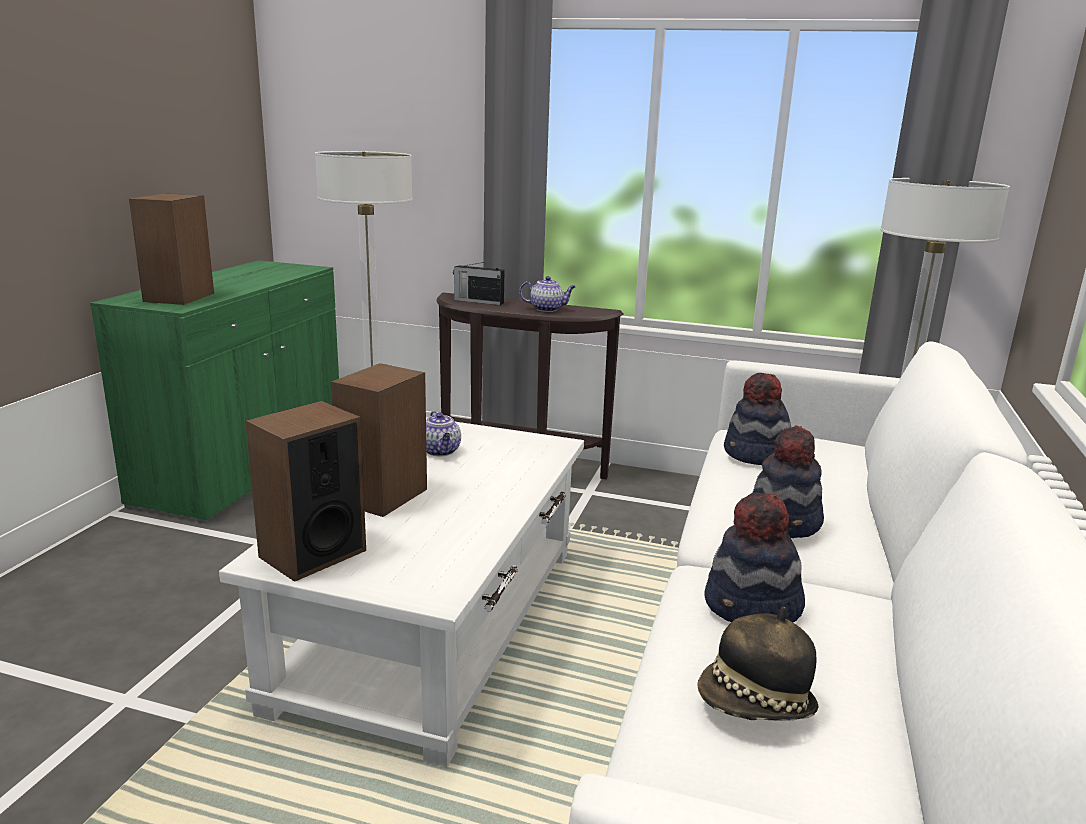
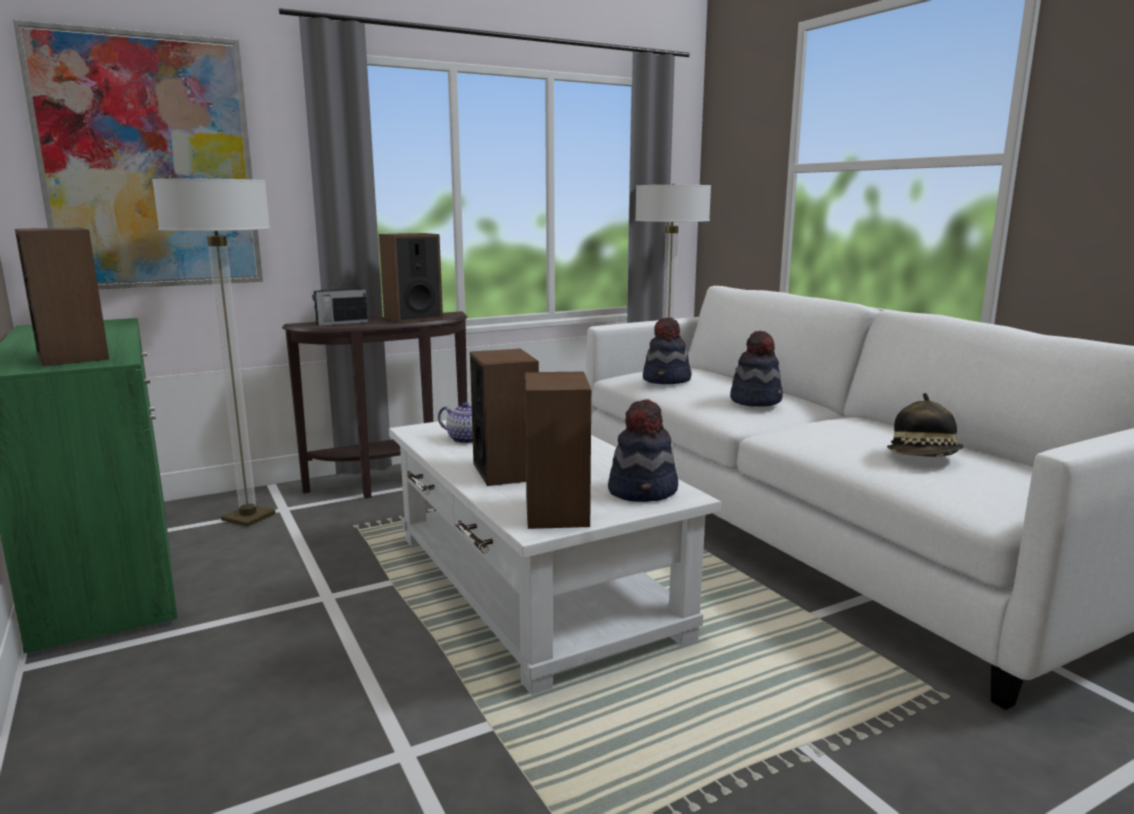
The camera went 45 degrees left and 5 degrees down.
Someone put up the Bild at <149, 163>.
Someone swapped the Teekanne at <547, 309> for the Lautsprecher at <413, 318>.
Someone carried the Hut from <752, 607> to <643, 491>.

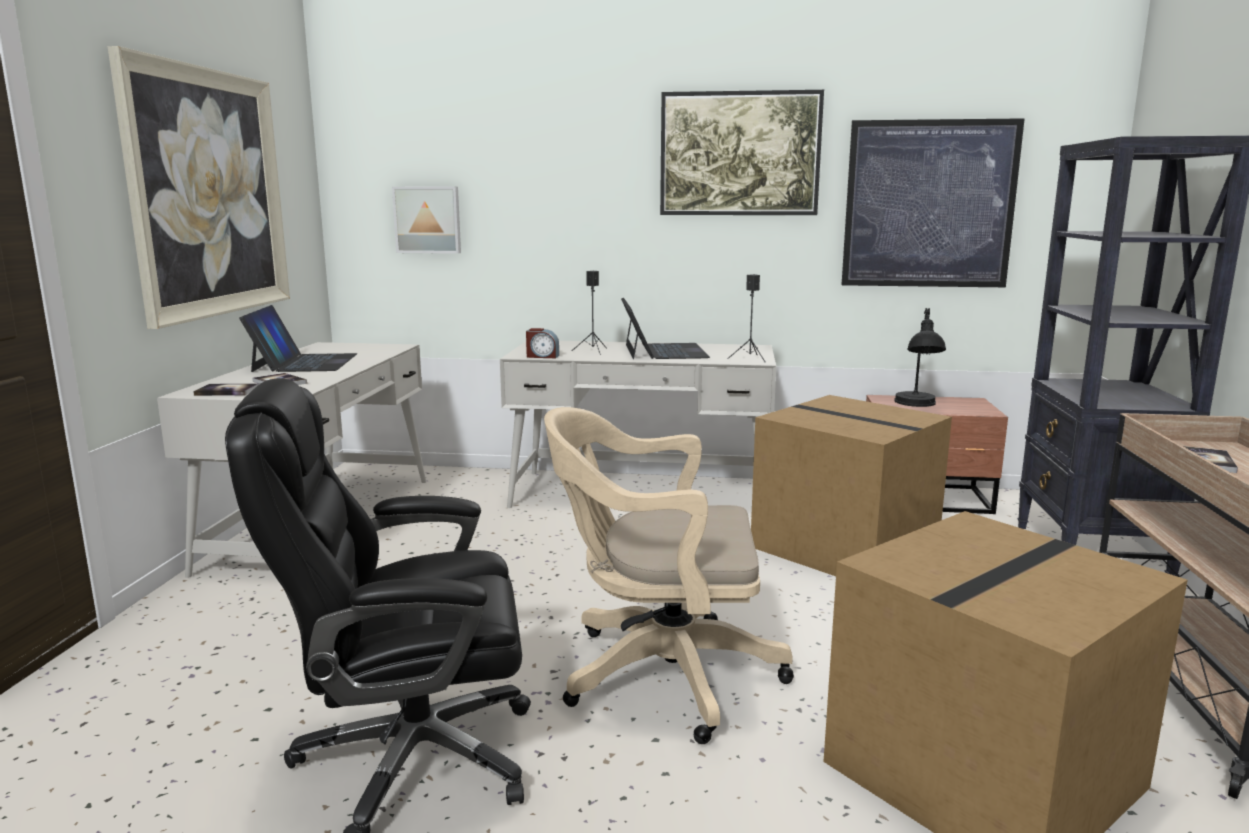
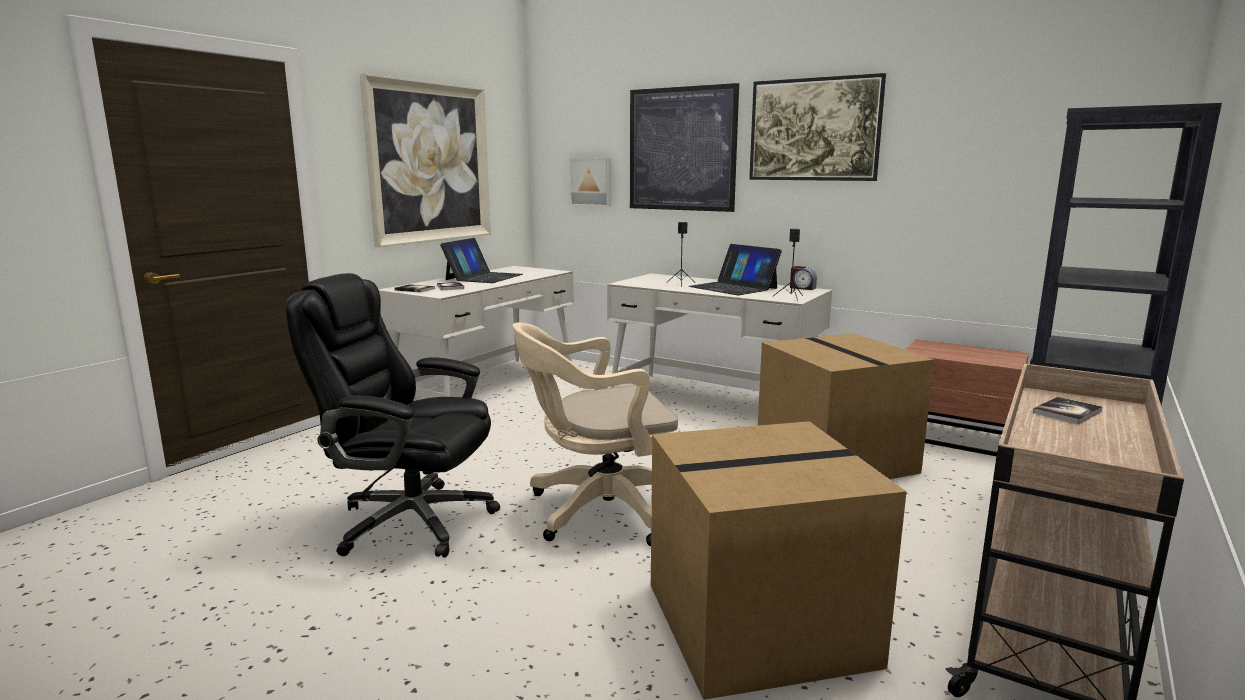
The camera went 25 degrees right and 0 degrees up.
Someone rotated the Bürostuhl/beige at <658, 674> by 45 degrees counterclockwise.
Someone carried the Bild from <929, 204> to <681, 149>.
Someone rotated the Laptop at <663, 351> by 120 degrees clockwise.
Someone carried the Wecker from <542, 356> to <802, 288>.
Someone took away the Tischlampe/schwarz at <917, 406>.

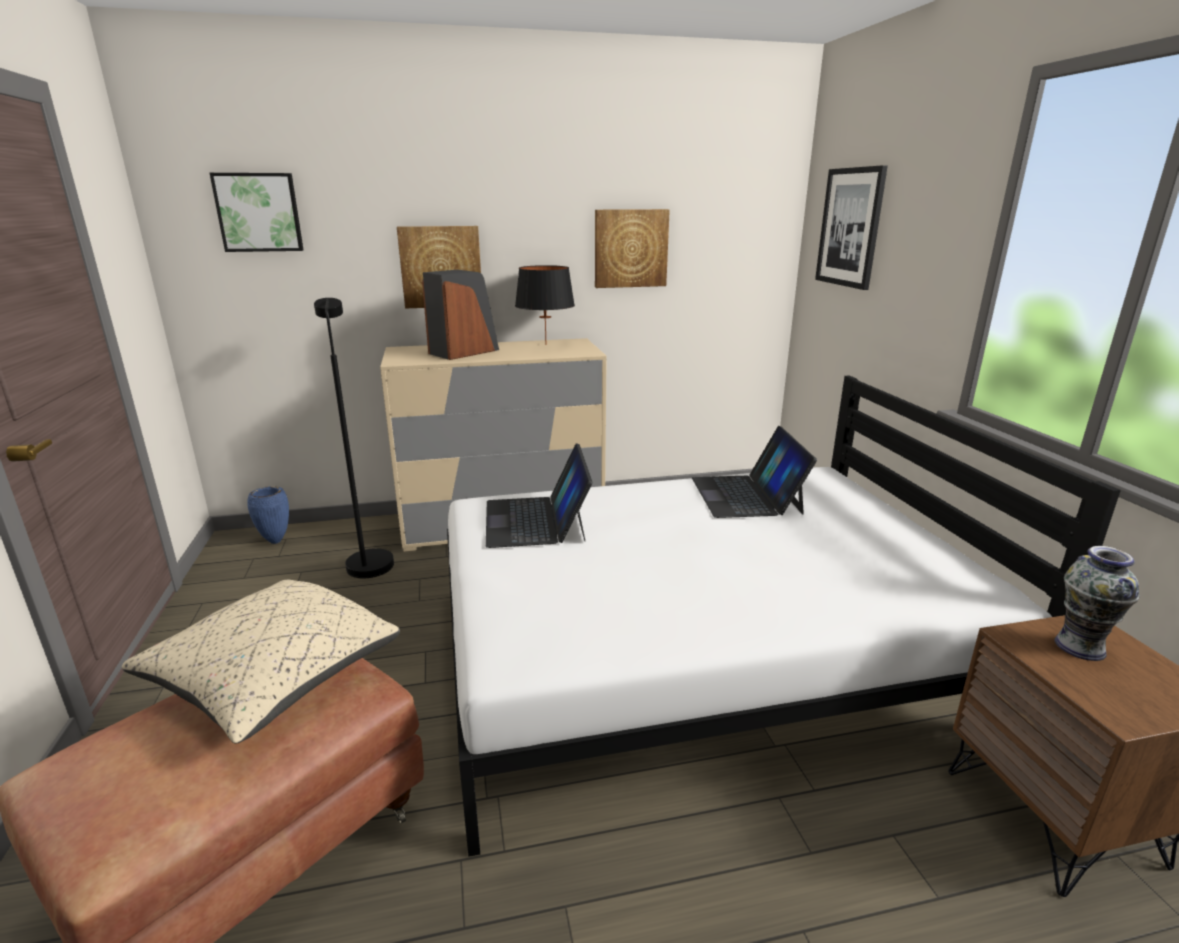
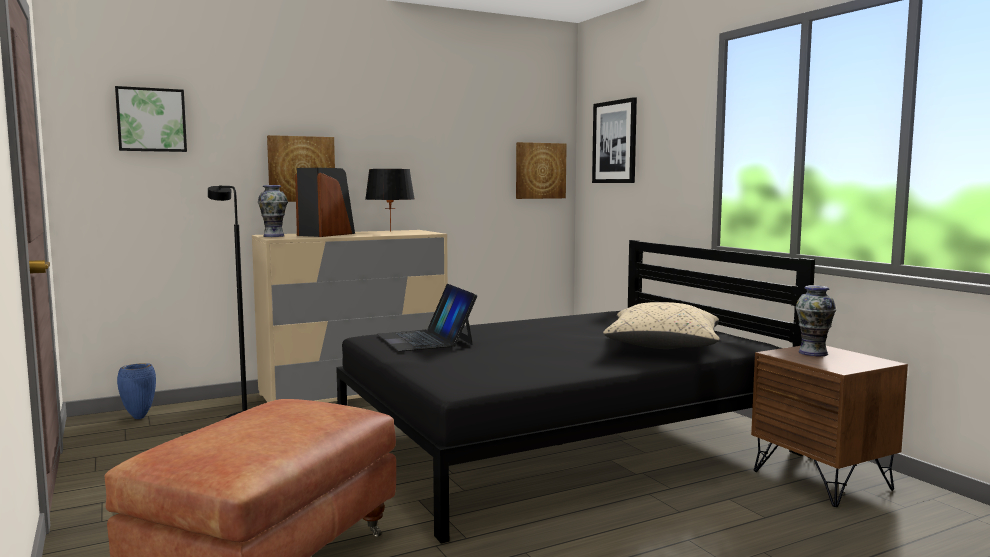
The camera went 15 degrees left and 15 degrees down.
Someone put down the Vase at <273, 236>.
Someone repainted the Bett/weiß at <699, 659>, which became the Bett/schwarz at <561, 443>.
Someone carried the Bild from <630, 248> to <540, 170>.
Someone carried the Kissen/beige from <274, 679> to <663, 348>.
Someone took away the Laptop at <747, 495>.

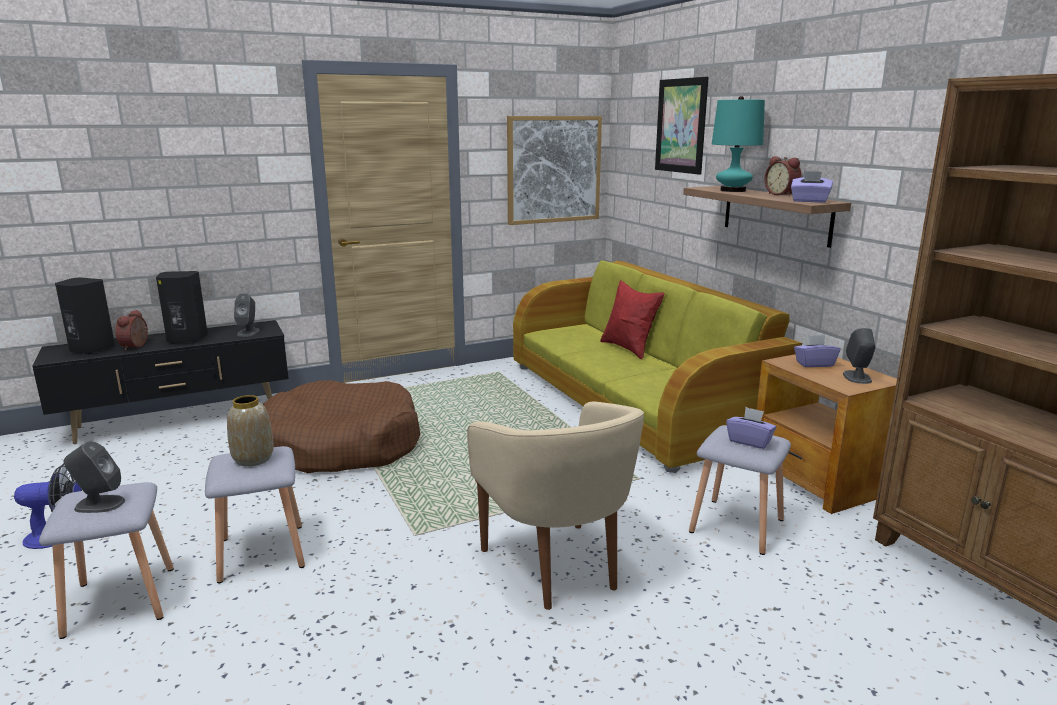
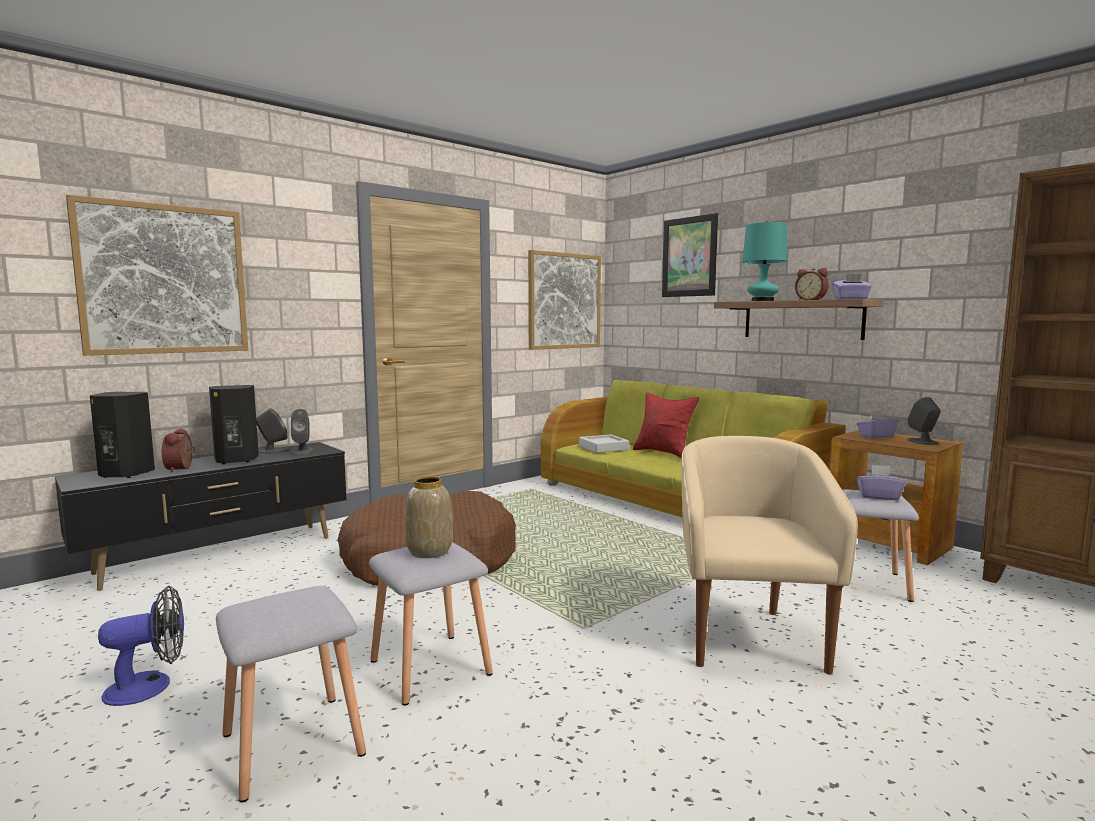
The camera went 15 degrees left and 10 degrees down.
Someone put up the Bild at <164, 279>.
Someone carried the Lautsprecher/grau from <99, 504> to <273, 451>.
Someone put down the Tablett/grau at <603, 447>.
Someone rotated the Sessel/beige at <556, 567> by 135 degrees counterclockwise.

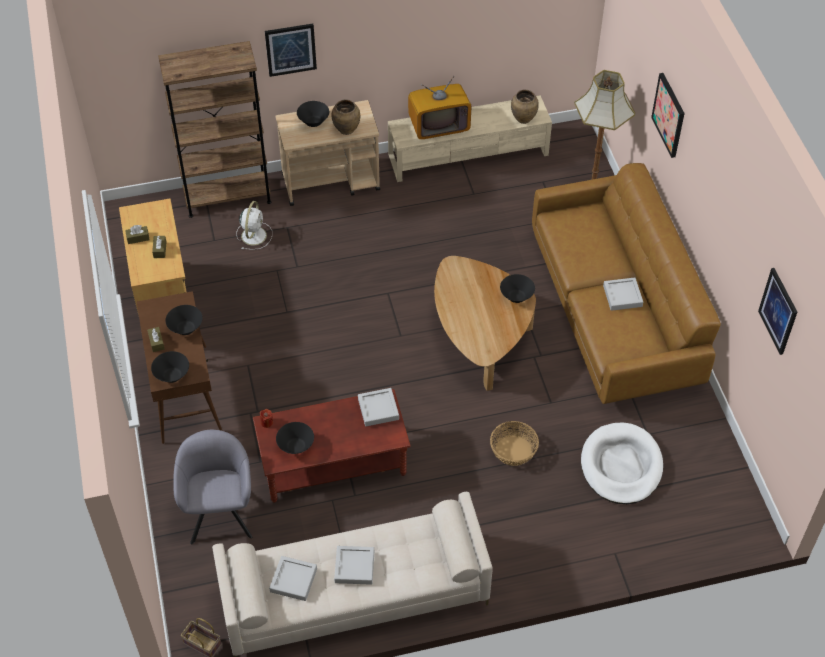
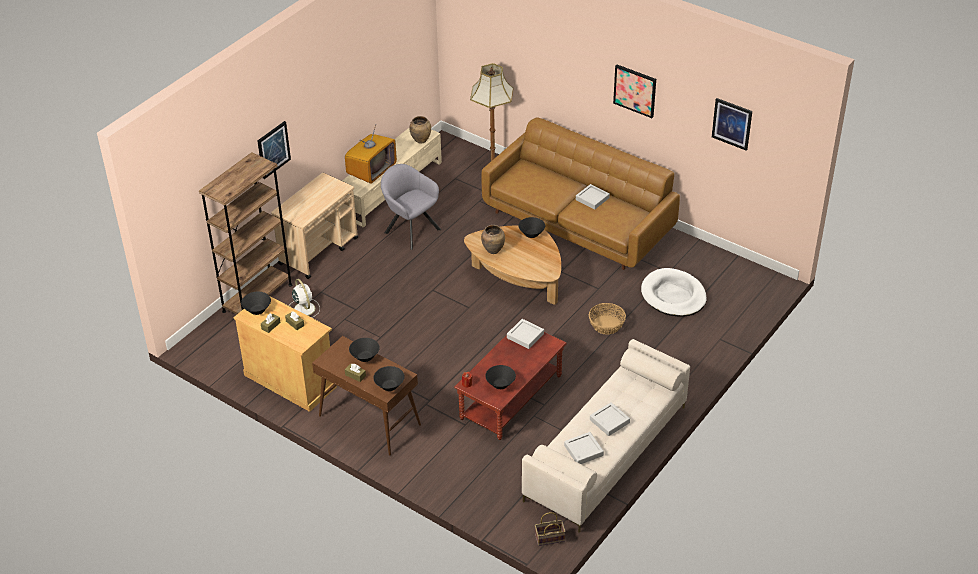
The camera went 40 degrees left and 10 degrees down.
Someone carried the Schüssel/schwarz from <313, 122> to <257, 310>.
Someone carried the Sessel/grau from <220, 512> to <410, 229>.
Someone carried the Vase/braun from <347, 130> to <493, 250>.
Someone carried the Bild from <669, 115> to <635, 90>.

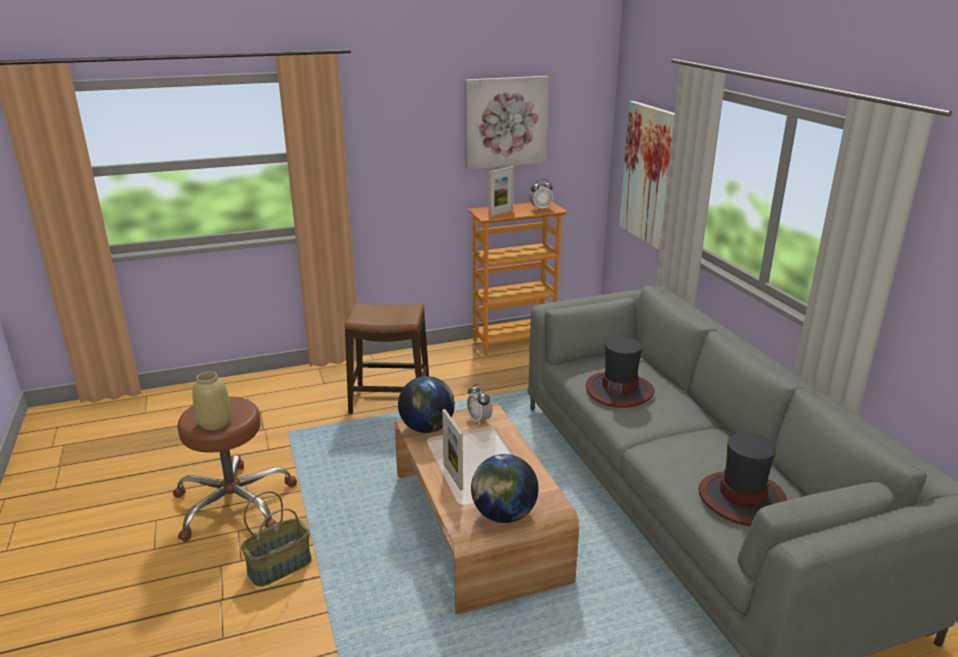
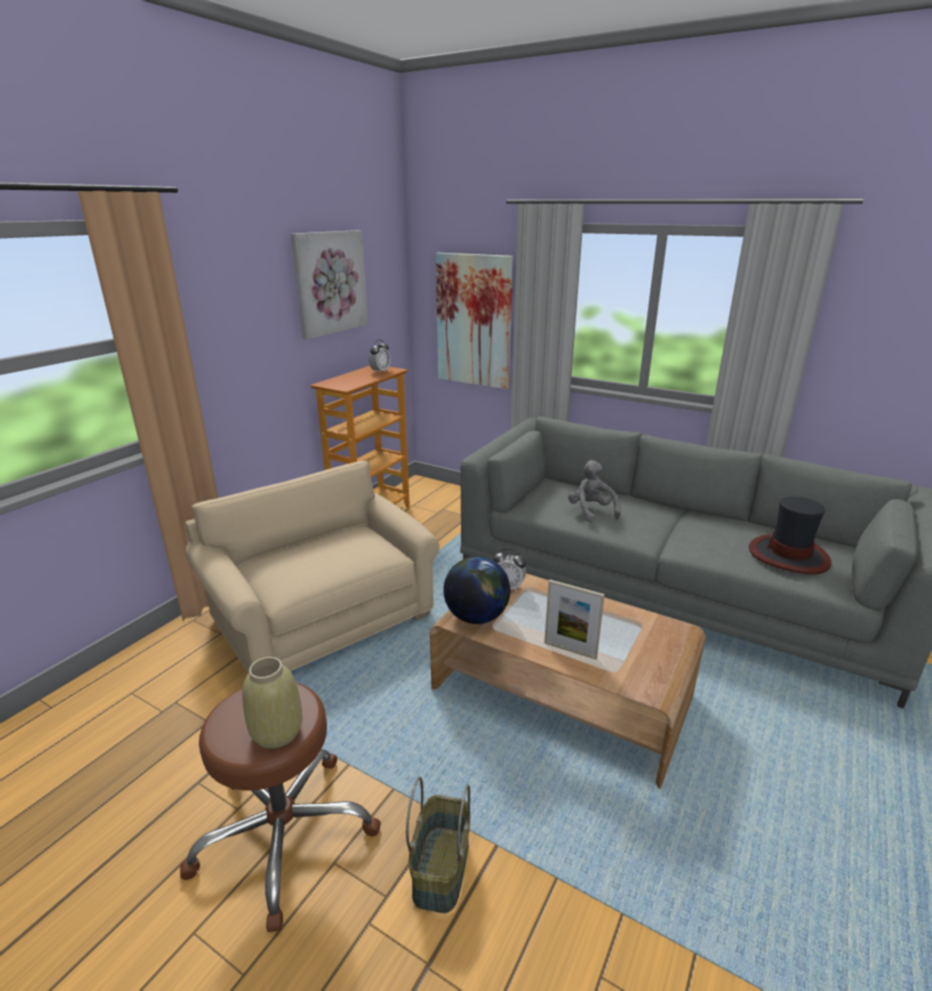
The camera went 40 degrees left and 0 degrees up.
Someone swapped the Hocker at <390, 401> for the Sessel/beige at <323, 618>.
Someone swapped the Hut at <619, 390> for the Plüschtier/grau at <591, 511>.
Someone took away the Globus at <503, 515>.
Someone took away the Bilderrahmen at <500, 213>.

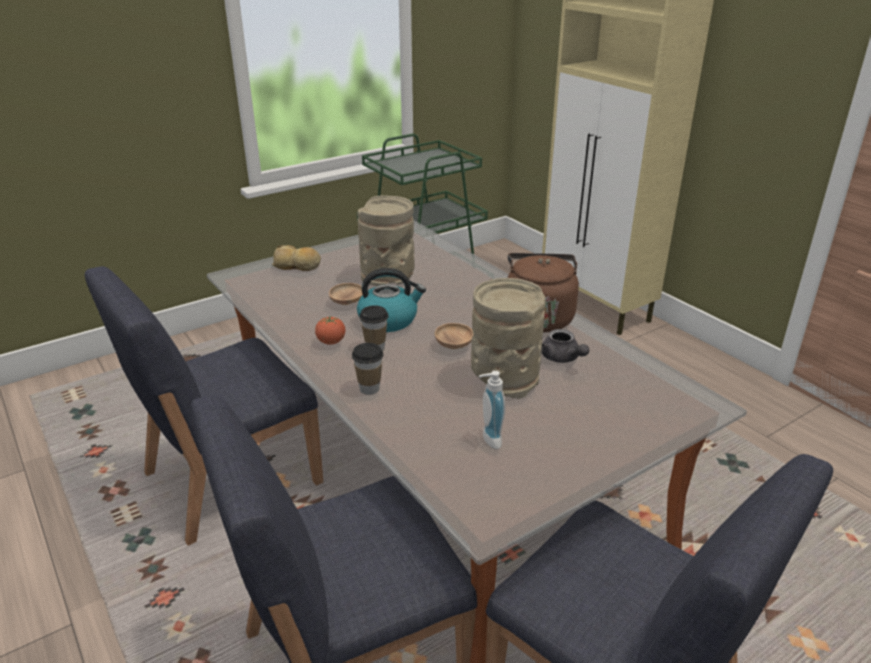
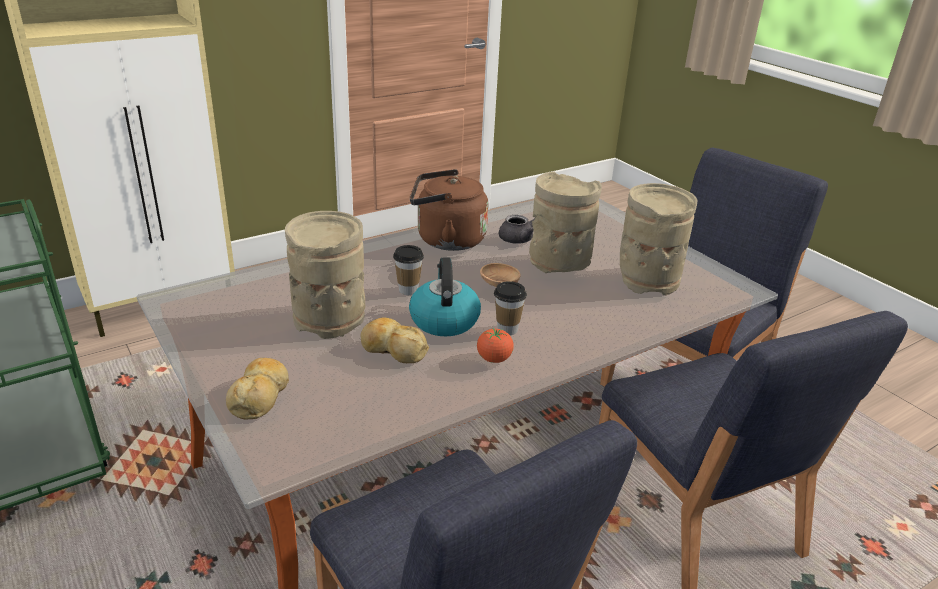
The camera went 90 degrees left and 0 degrees up.
Someone swapped the Schüssel/braun at <347, 302> for the Brot at <393, 349>.
Someone carried the Tasse from <369, 389> to <408, 290>.
Someone swapped the Seifenspender at <488, 439> for the Vase/beige at <647, 279>.

